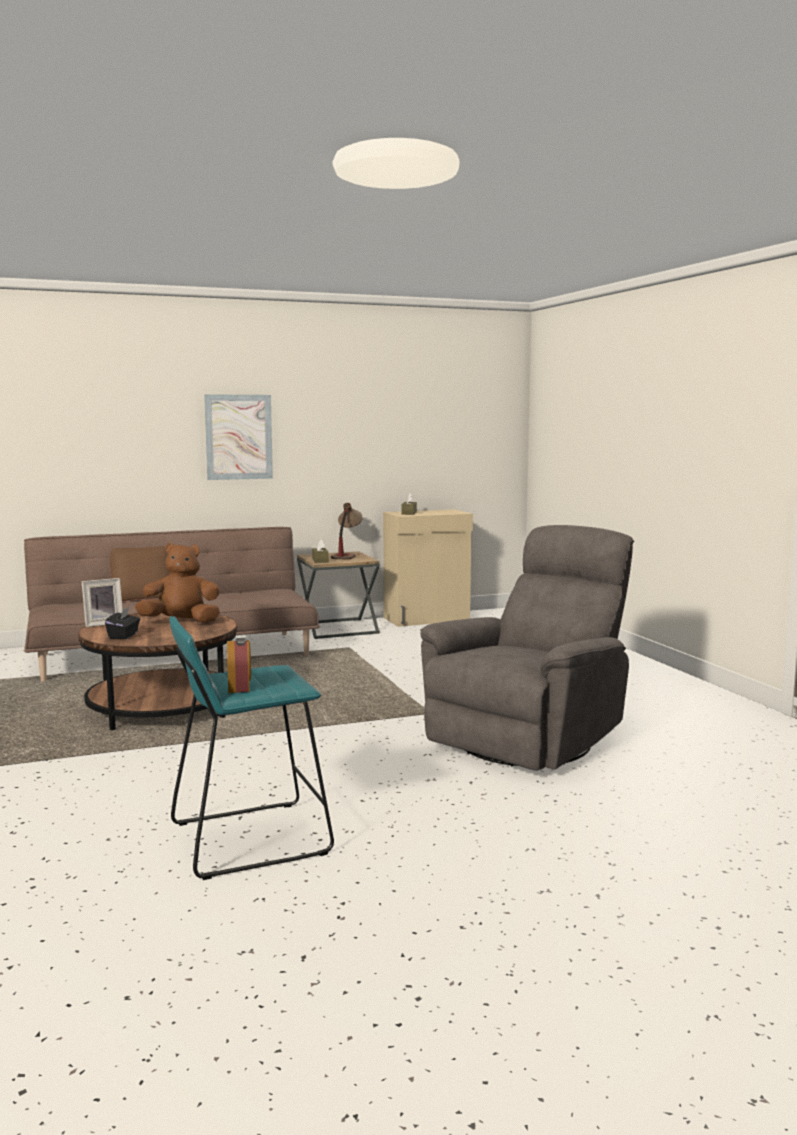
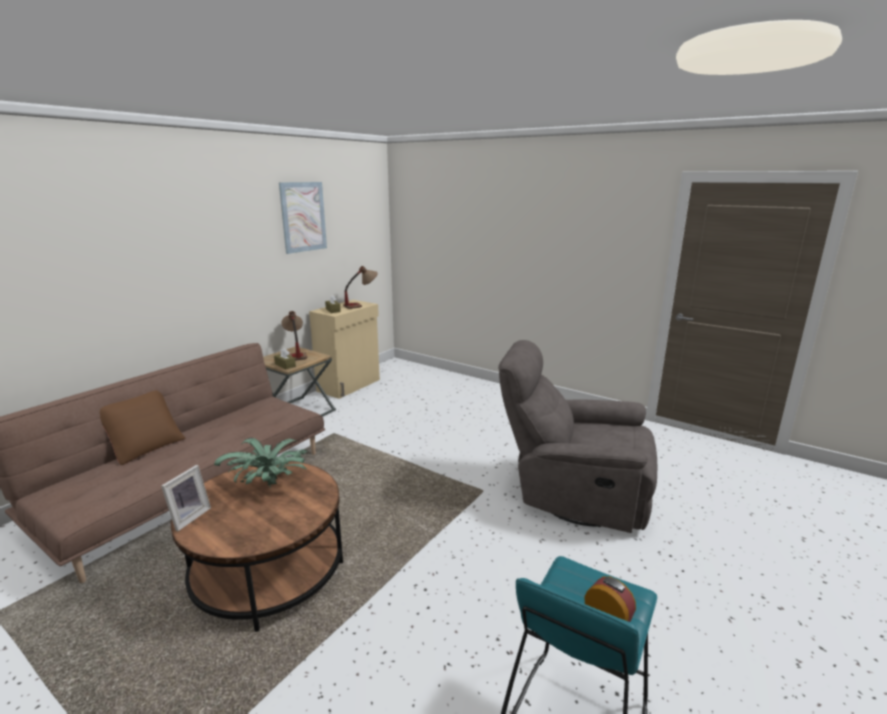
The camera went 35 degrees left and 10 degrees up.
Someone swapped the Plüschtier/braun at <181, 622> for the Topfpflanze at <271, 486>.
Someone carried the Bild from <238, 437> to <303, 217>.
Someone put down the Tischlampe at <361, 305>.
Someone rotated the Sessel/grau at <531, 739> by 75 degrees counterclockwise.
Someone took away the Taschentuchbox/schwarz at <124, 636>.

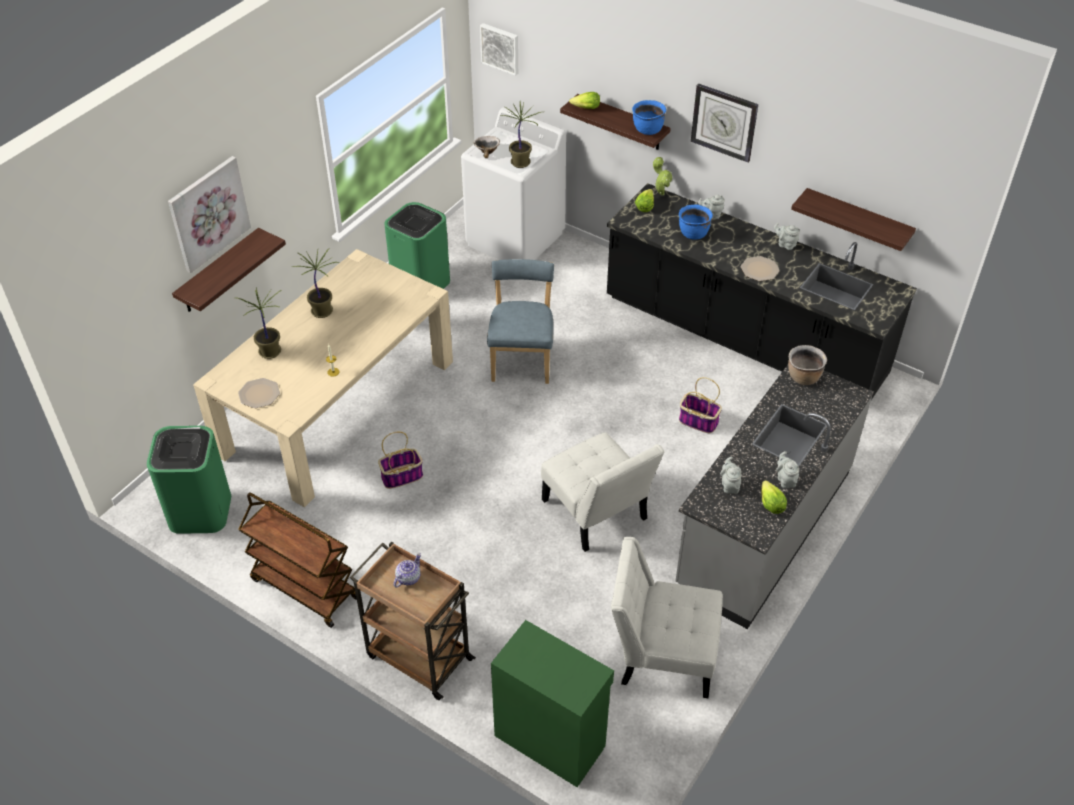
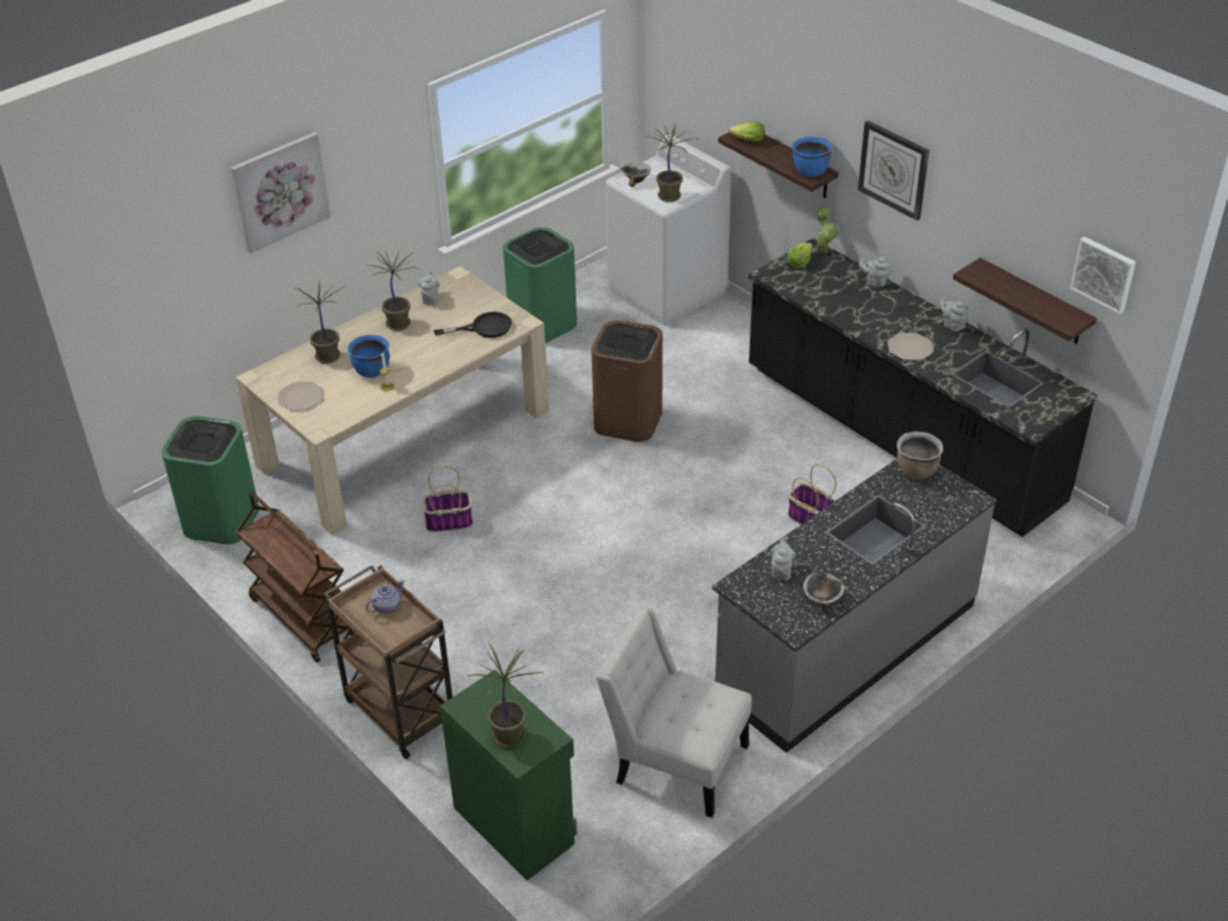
The camera went 15 degrees right and 5 degrees down.
Someone carried the Kochtopf/blau from <693, 233> to <371, 370>.
Someone carried the Teekanne/grau from <785, 480> to <430, 299>.
Someone put down the Pfanne/schwarz at <484, 328>.
Someone put down the Topfpflanze at <509, 734>.
Someone swapped the Stuhl/blau at <522, 359> for the Mülleimer/braun at <628, 420>.
Someone swapped the Salatkopf at <770, 504> for the Schüssel at <822, 599>.
Someone carried the Bild from <500, 48> to <1104, 273>.
Someone took away the Wandregal at <219, 272>.
Someone took away the Stuhl/weiß at <597, 514>.

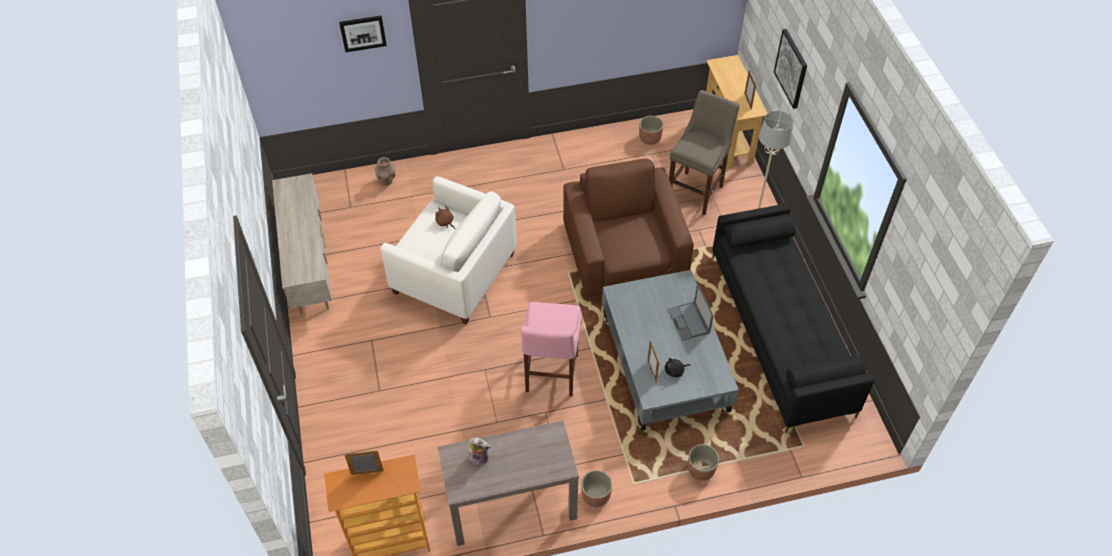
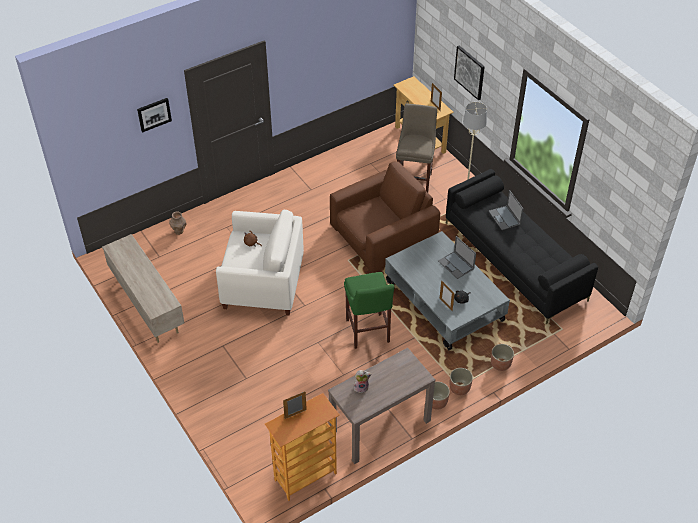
The camera went 20 degrees left and 5 degrees down.
Someone rotated the Sessel/braun at <625, 252> by 90 degrees clockwise.
Someone repainted the Hocker/rosa at <551, 376>, which became the Hocker/grün at <368, 333>.
Someone carried the Pflanzkübel from <650, 139> to <459, 388>.
Someone put down the Laptop at <505, 218>.

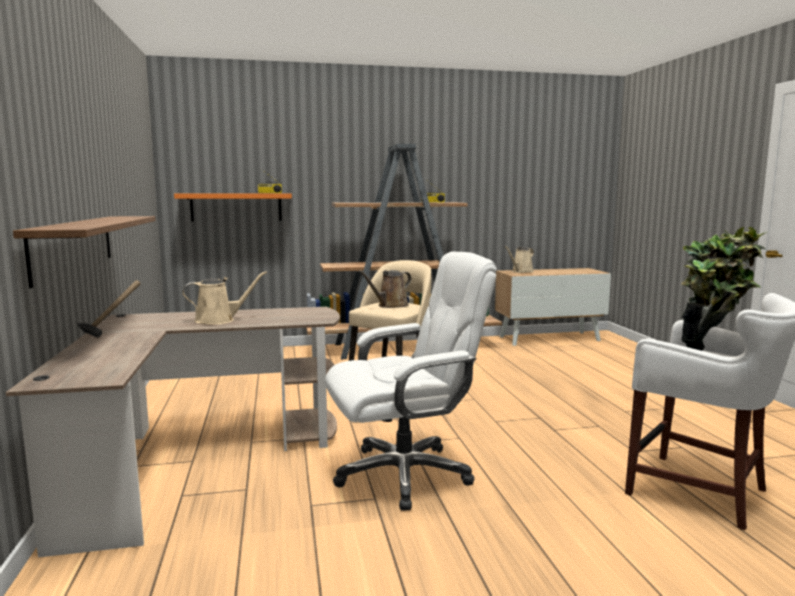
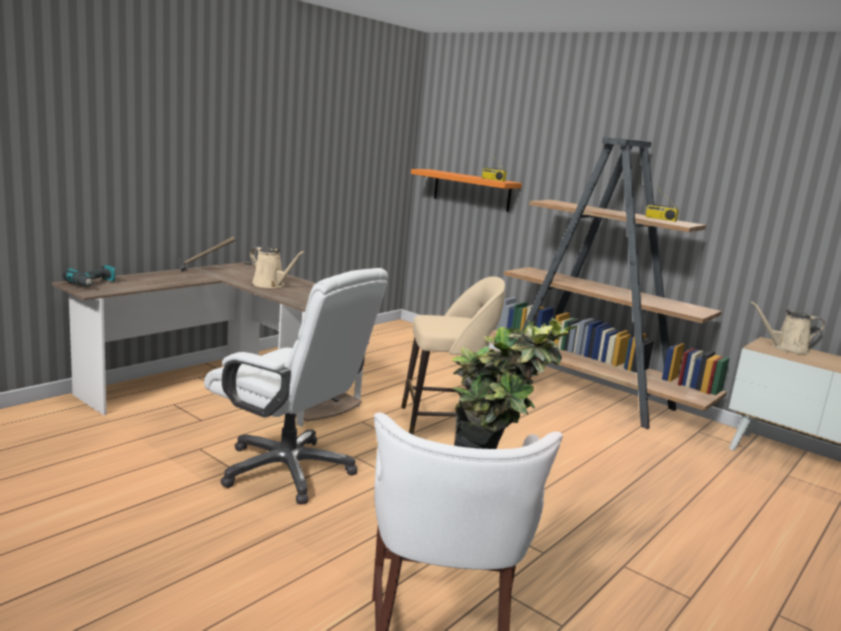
The camera went 50 degrees right and 5 degrees up.
Someone put down the Bohrmaschine at <93, 284>.
Someone took away the Wandregal at <74, 246>.
Someone took away the Gießkanne/braun at <390, 305>.

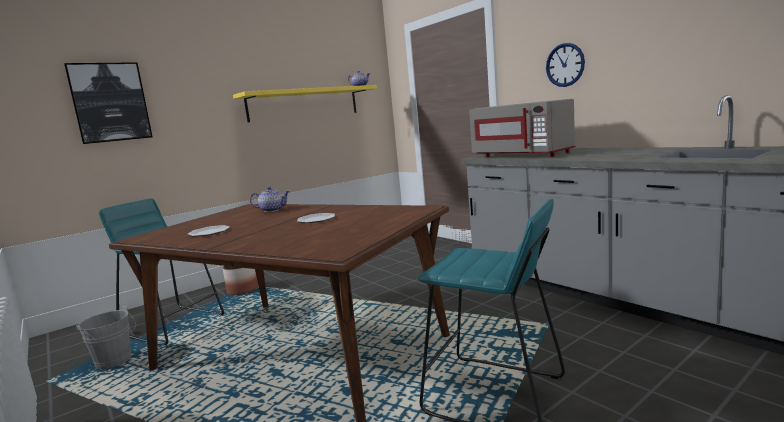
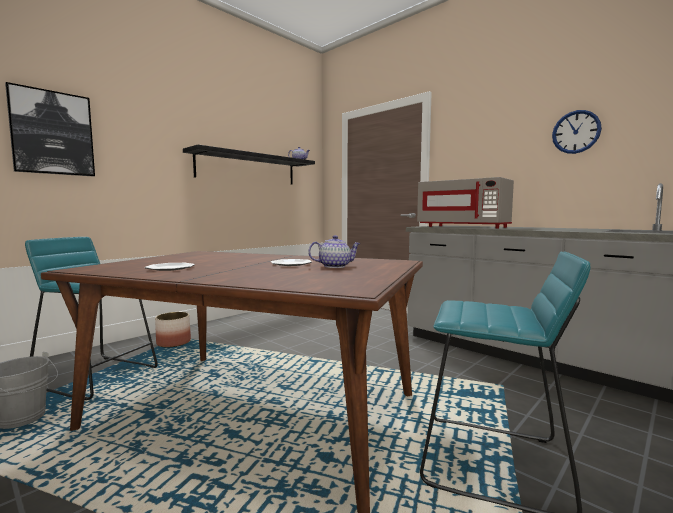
The camera went 10 degrees left and 5 degrees down.
Someone repainted the Wandregal/gelb at <304, 104>, which became the Wandregal/schwarz at <248, 169>.
Someone carried the Teekanne from <272, 210> to <335, 266>.
Someone carried the Wanduhr from <565, 65> to <576, 132>.

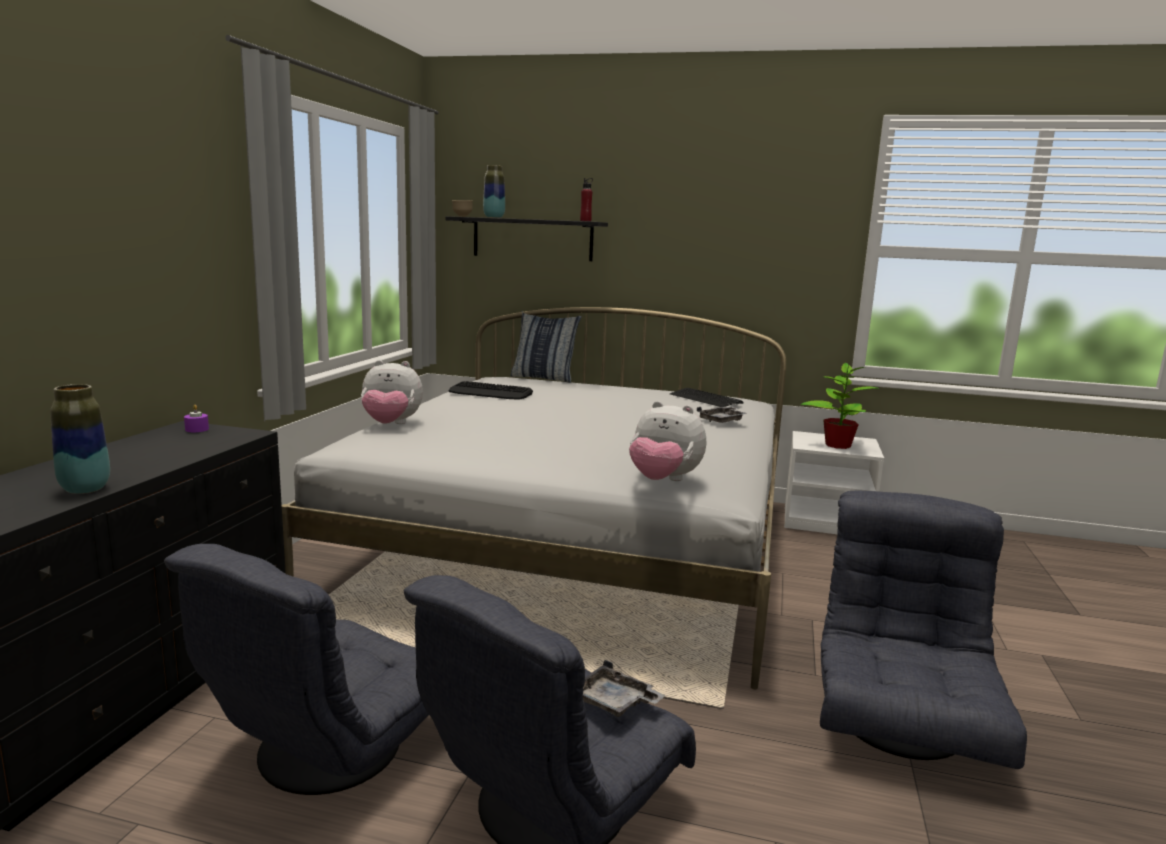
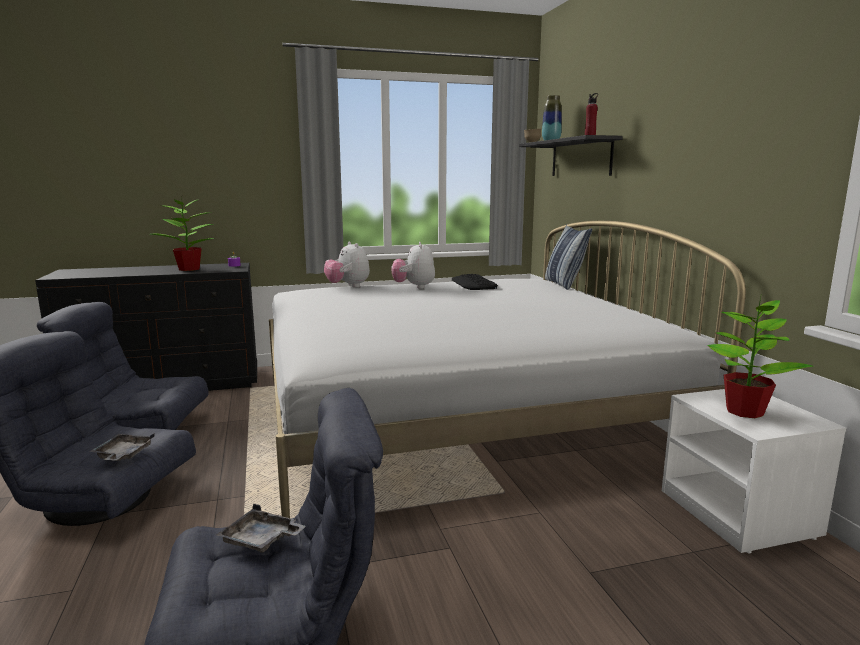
The camera went 60 degrees right and 0 degrees up.
Someone put down the Topfpflanze at <190, 269>.
Someone carried the Tablett/grau from <722, 420> to <261, 540>.
Someone carried the Plüschtier from <663, 481> to <414, 287>.
Someone took away the Vase at <85, 489>.
Someone took away the Tastatur at <705, 399>.

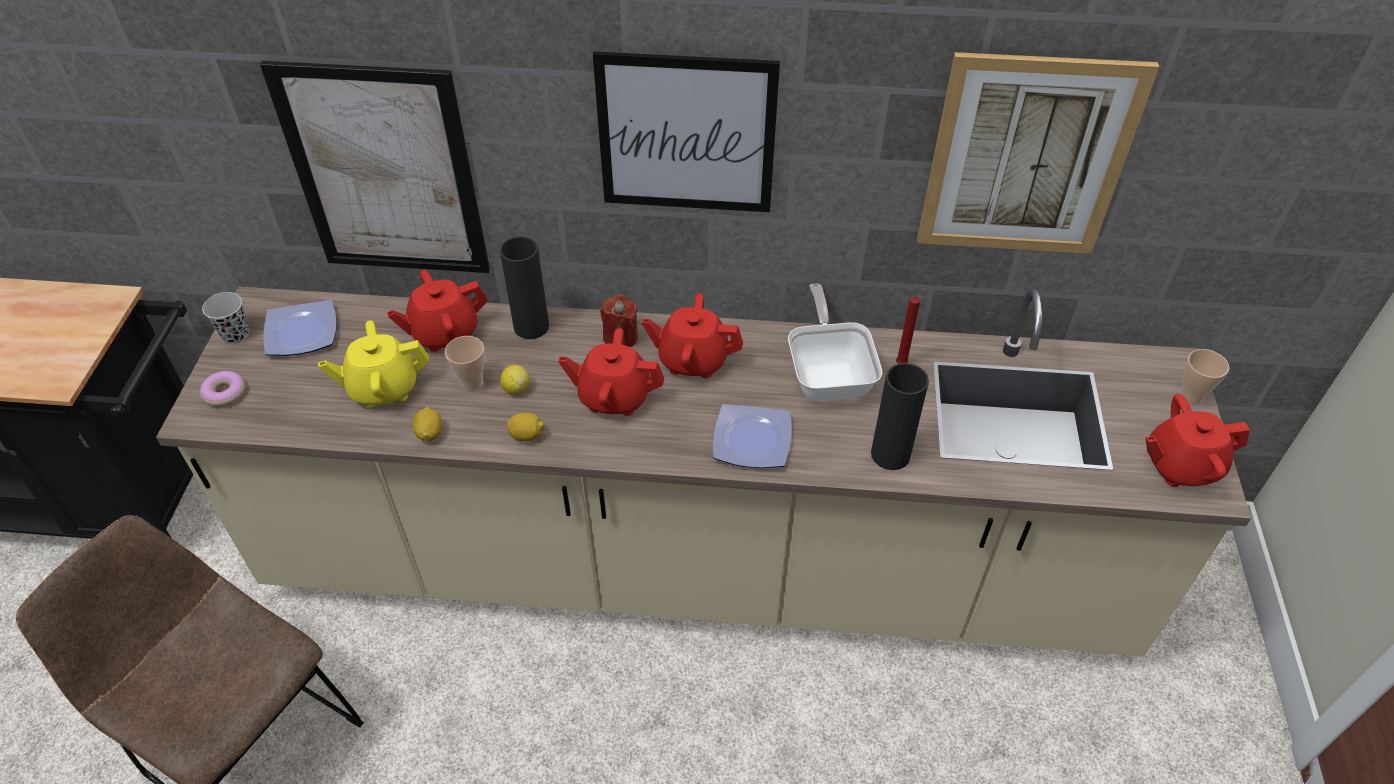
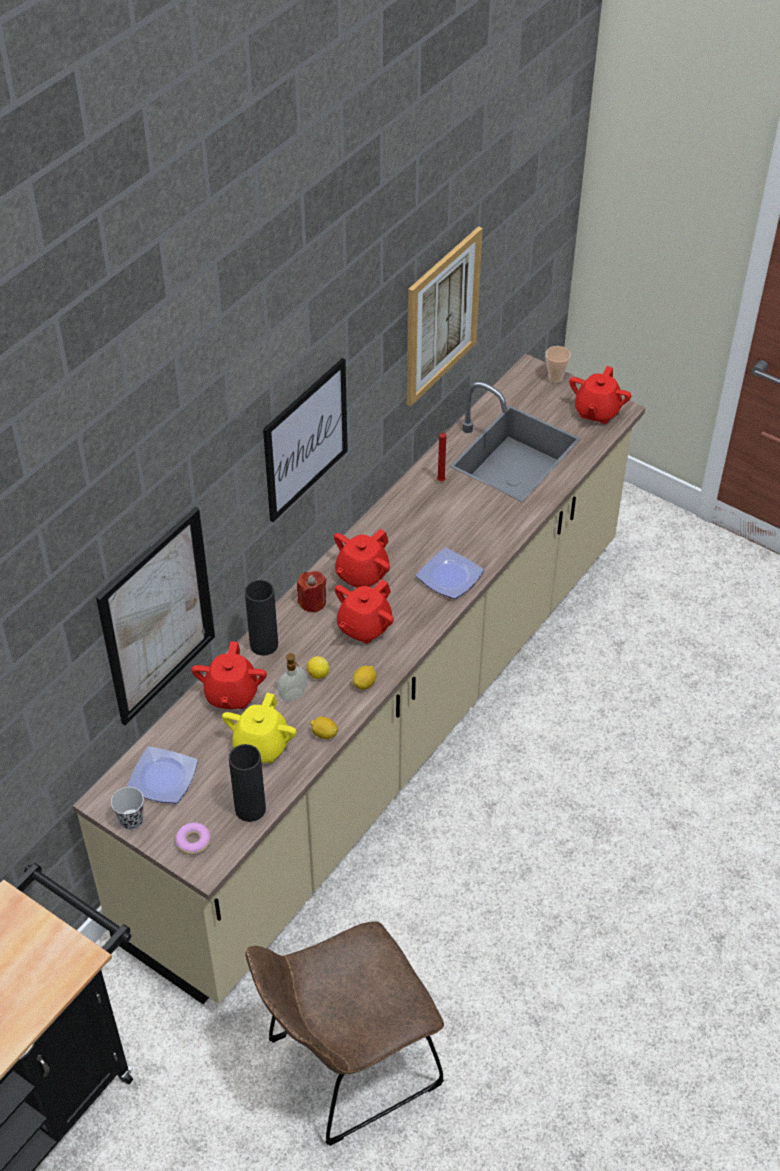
The camera went 60 degrees left and 0 degrees up.
Someone carried the Vase/schwarz from <890, 455> to <250, 809>.
Someone swapped the Tasse at <472, 383> for the Seifenspender at <294, 696>.
Someone took away the Pfanne at <829, 375>.

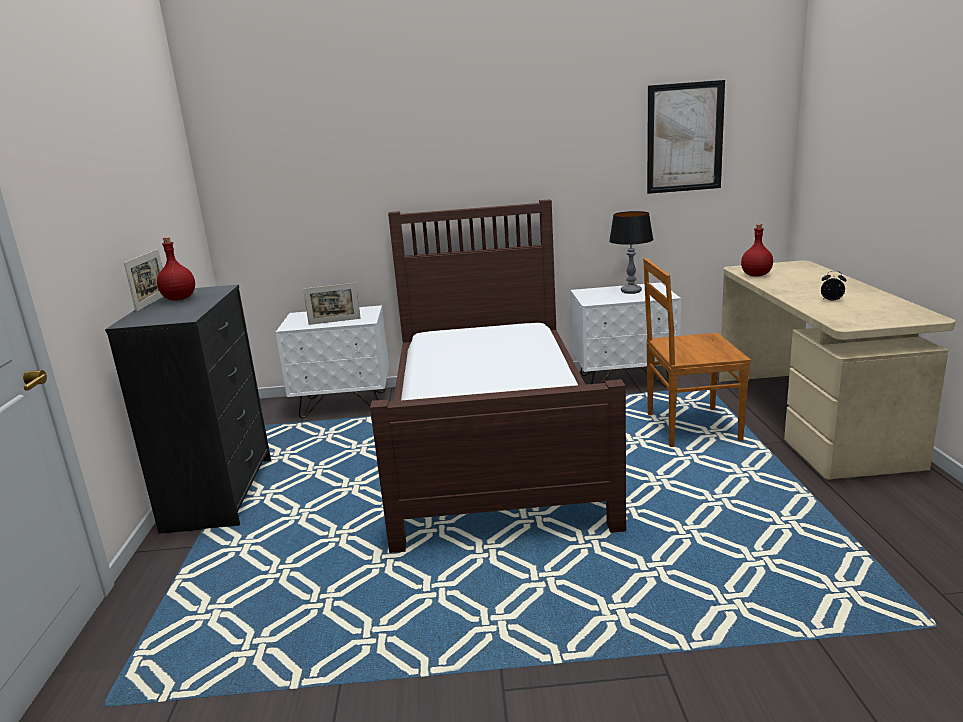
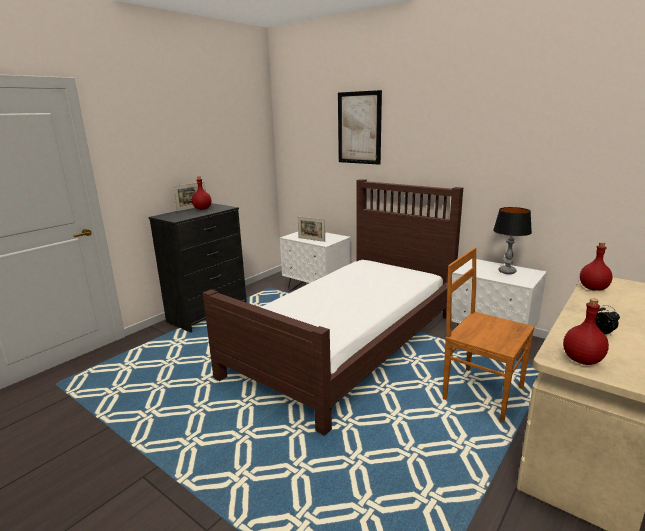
The camera went 40 degrees right and 0 degrees up.
Someone carried the Bild from <684, 137> to <359, 128>.
Someone put down the Flasche/rot at <581, 360>.

